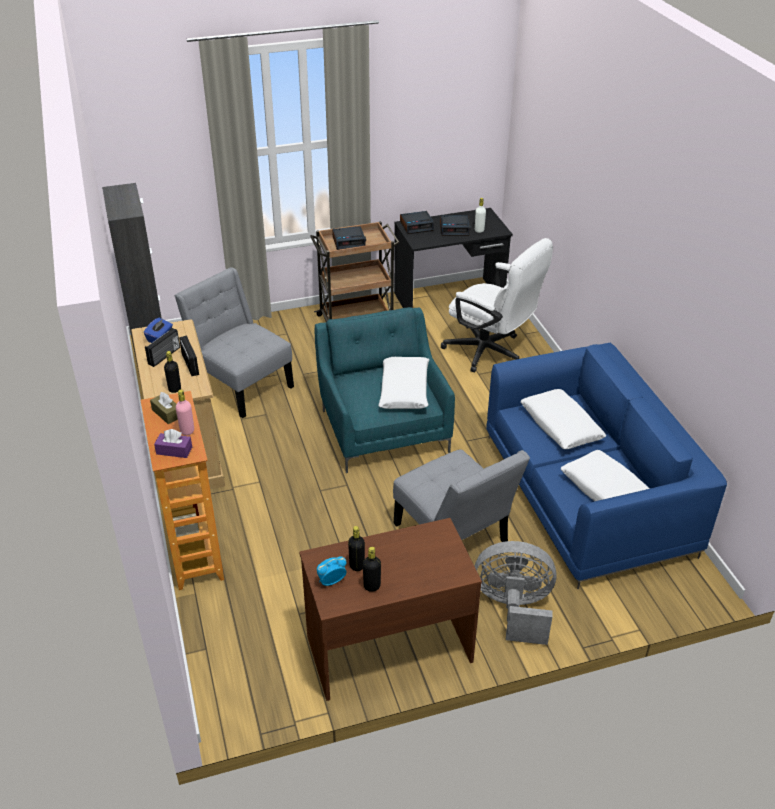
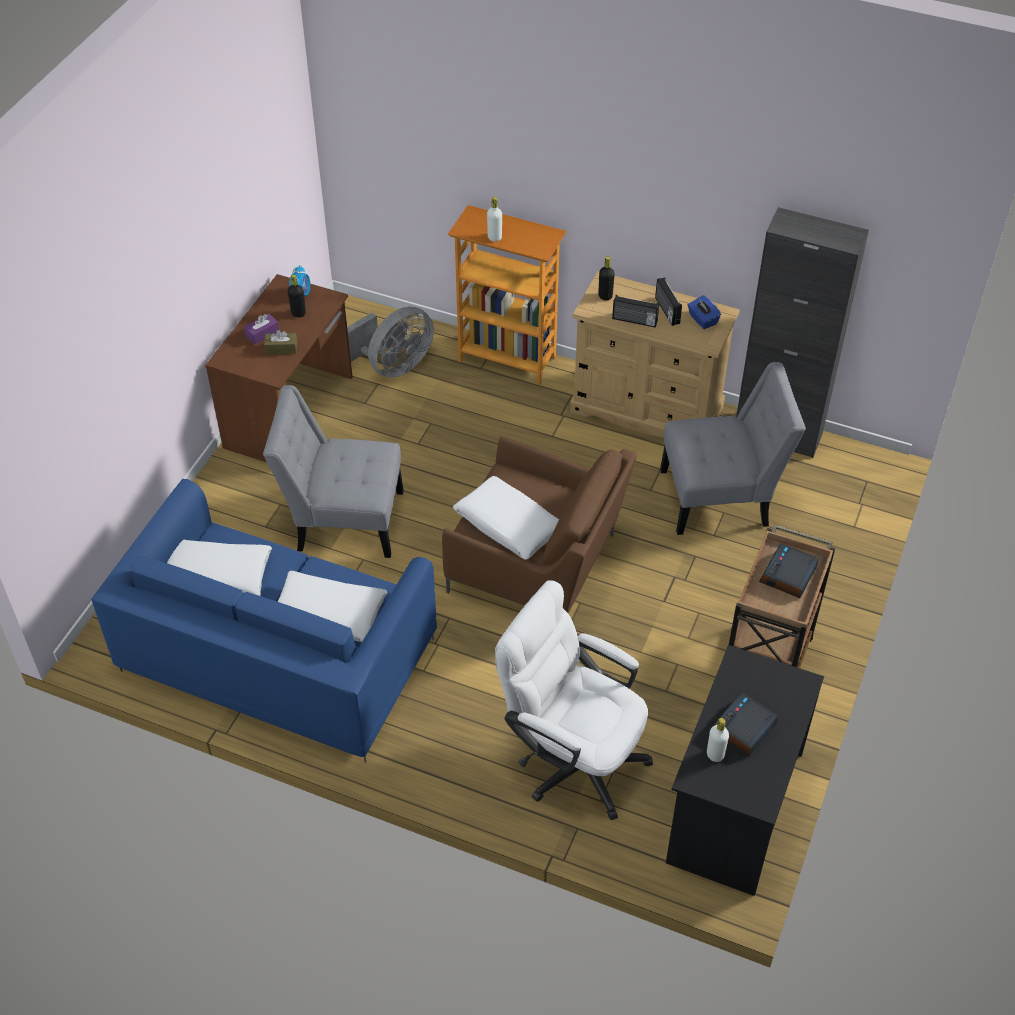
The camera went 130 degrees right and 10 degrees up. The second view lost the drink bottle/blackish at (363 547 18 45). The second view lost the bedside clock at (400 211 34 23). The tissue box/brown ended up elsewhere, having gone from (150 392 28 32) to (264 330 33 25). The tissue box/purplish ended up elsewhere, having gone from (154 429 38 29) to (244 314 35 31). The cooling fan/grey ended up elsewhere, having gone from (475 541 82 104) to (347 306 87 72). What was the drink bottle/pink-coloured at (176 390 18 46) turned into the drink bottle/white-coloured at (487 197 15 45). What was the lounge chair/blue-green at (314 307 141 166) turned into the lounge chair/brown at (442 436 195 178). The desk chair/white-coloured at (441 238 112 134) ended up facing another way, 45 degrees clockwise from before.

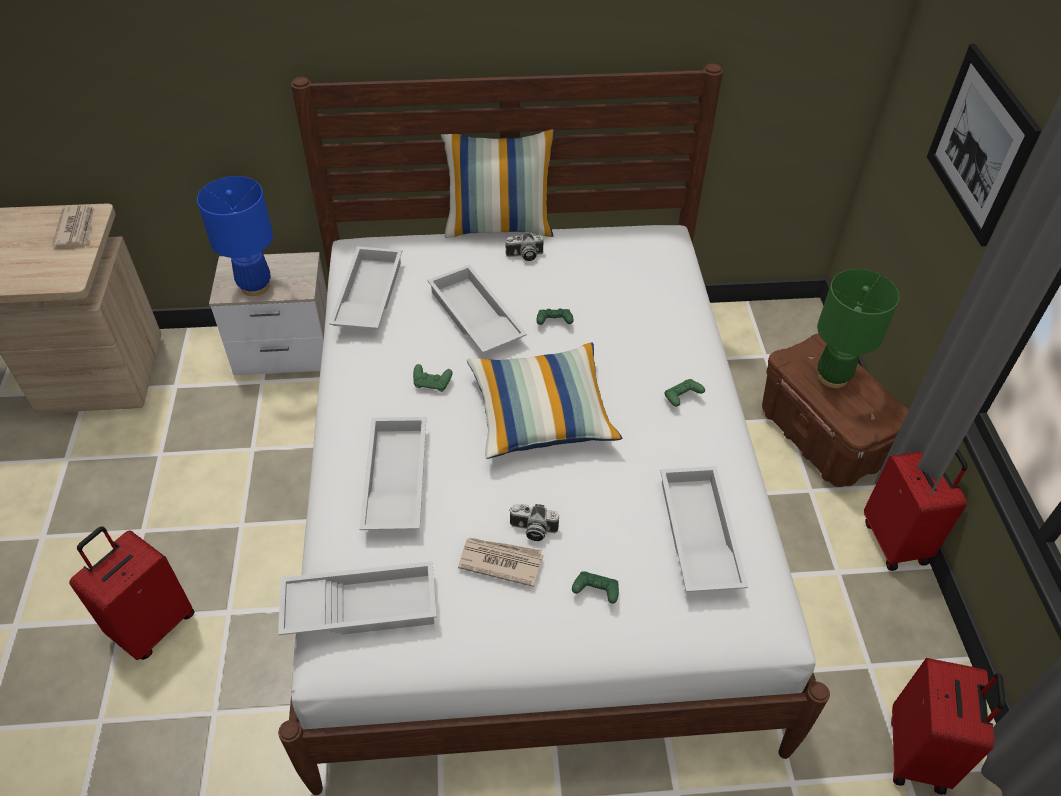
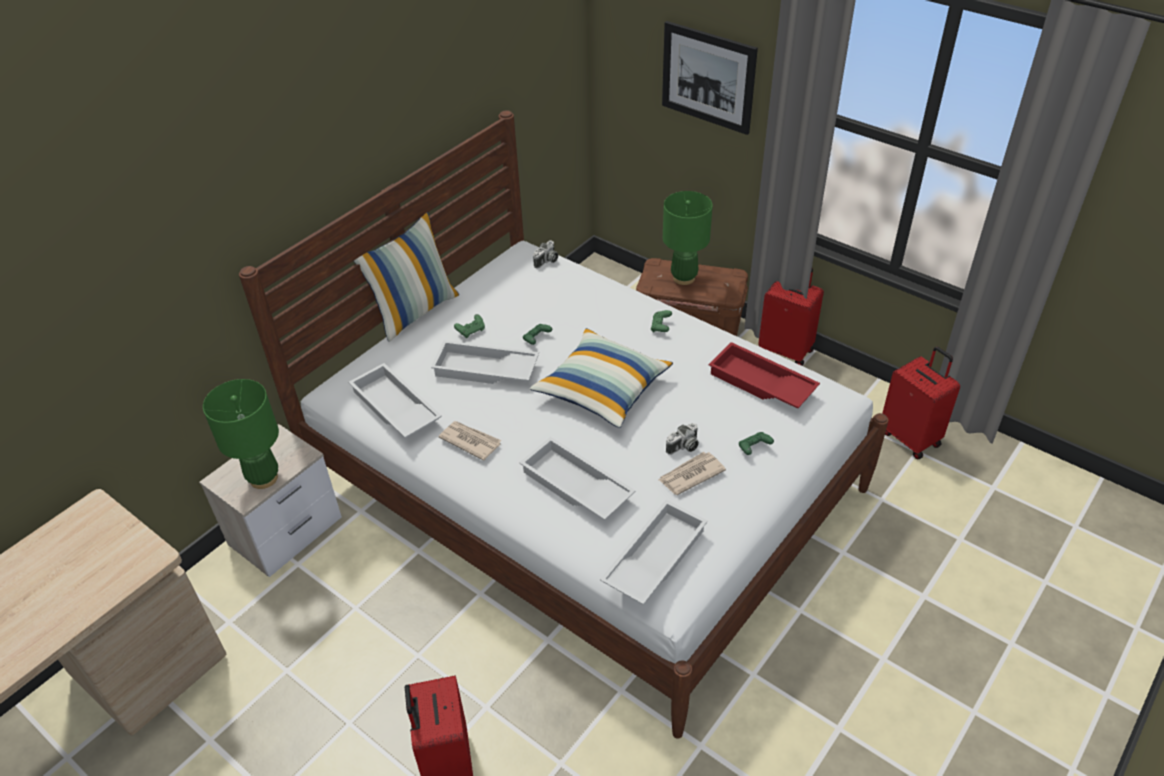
The camera went 45 degrees left and 5 degrees down. The daily paper ended up elsewhere, having gone from (52 205 43 42) to (439 421 63 39). The gamepad/green-coloured ended up elsewhere, having gone from (413 364 40 28) to (454 314 31 24). The photo camera ended up elsewhere, having gone from (505 233 39 28) to (533 240 25 29). What was the table lamp/blue-coloured at (197 176 76 120) turned into the table lamp/green-coloured at (203 379 76 110). What was the serving tray/white-coloured at (660 466 88 126) turned into the serving tray/red at (708 342 112 66).

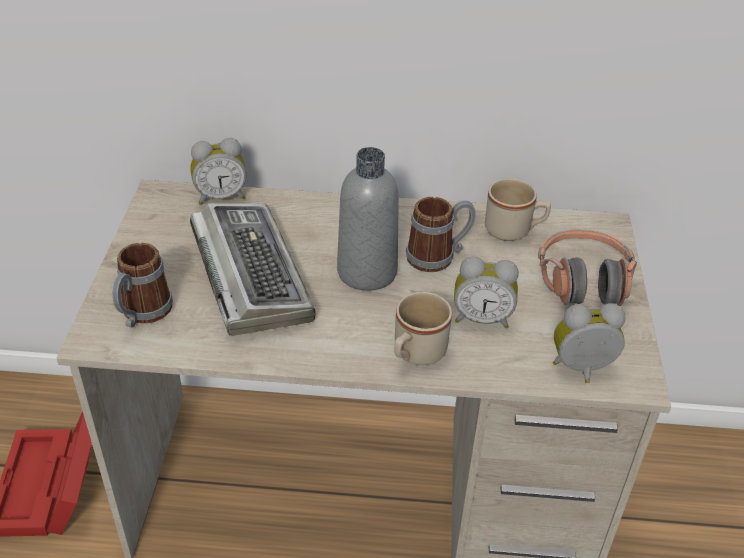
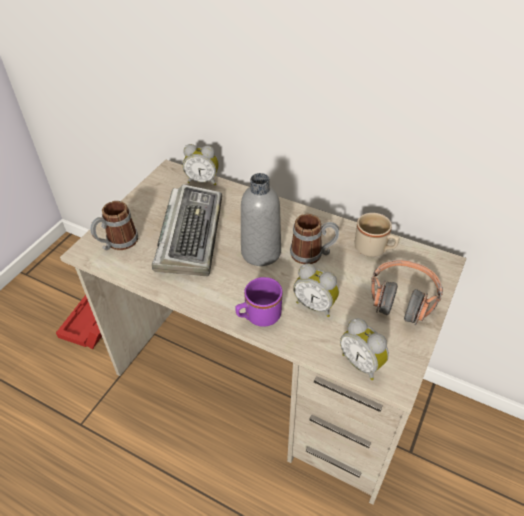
The camera went 25 degrees right and 5 degrees up. What was the tea mug/beige at (394 292 58 73) turned into the tea mug/purplish at (235 277 47 50). The bedside clock at (553 303 72 80) ended up facing another way, 150 degrees counterclockwise from before.

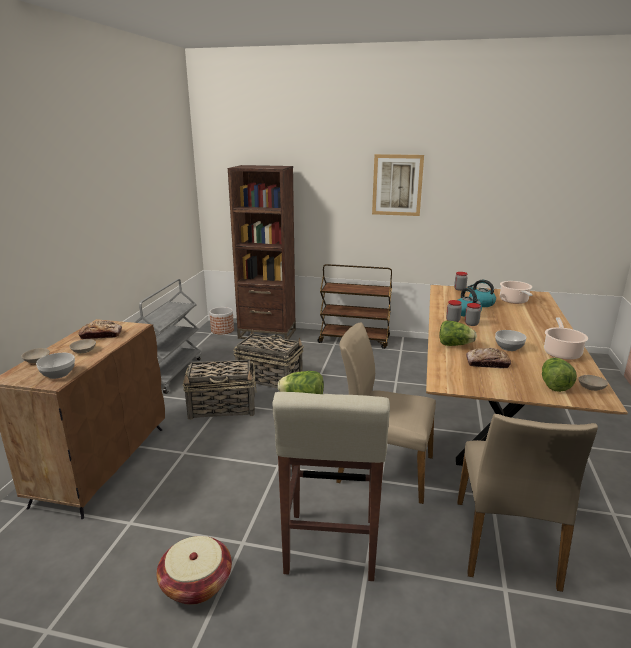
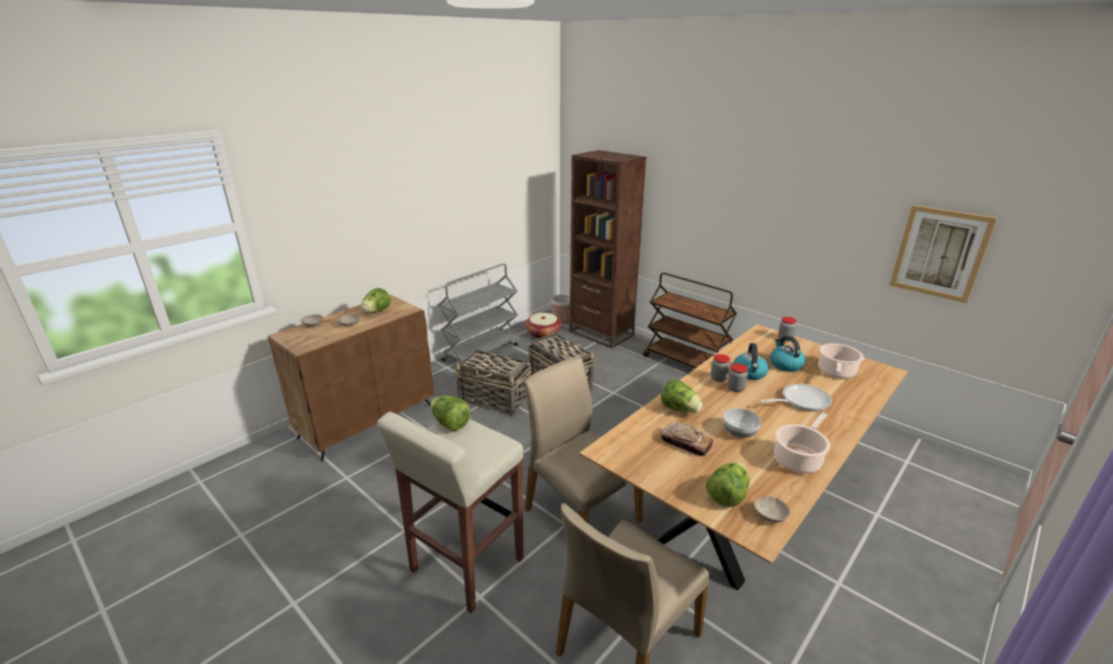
The camera went 30 degrees right and 5 degrees up. The second view lost the bowl at (36 353 39 26). The second view gained the pan at (760 384 72 28). The household basket ended up elsewhere, having gone from (157 536 75 69) to (525 313 36 26). The wall picture ended up elsewhere, having gone from (372 154 52 62) to (889 205 108 98). Where the baked bread stood at (78 320 44 19), the lettuce head came to stand at (361 288 30 25).

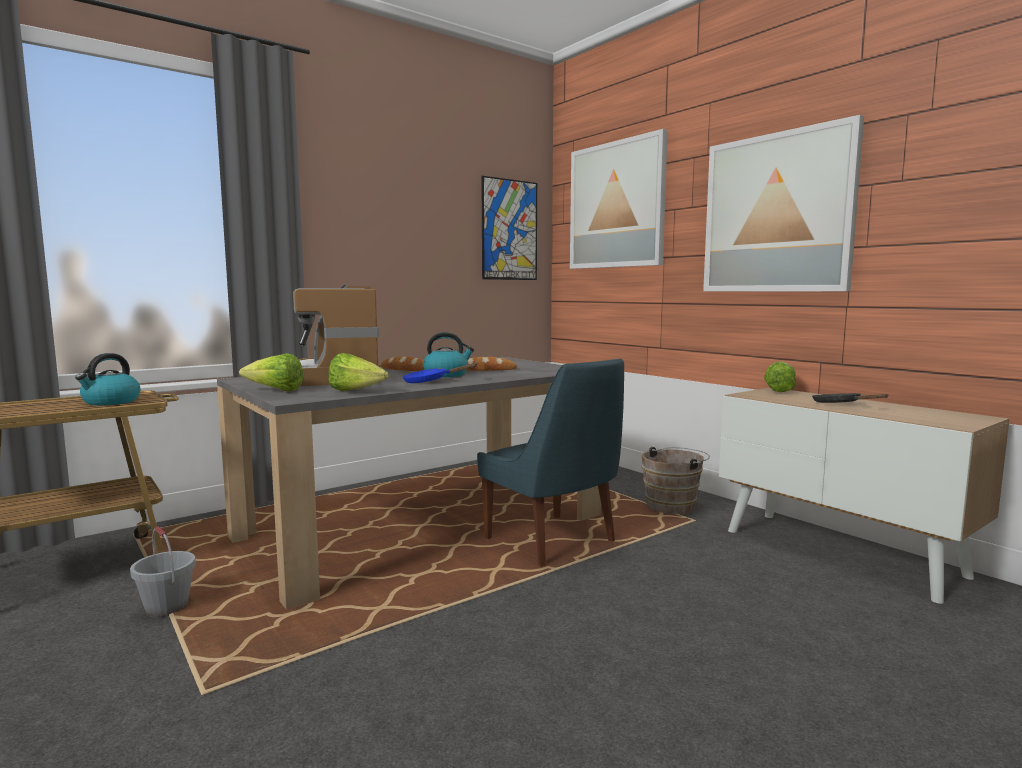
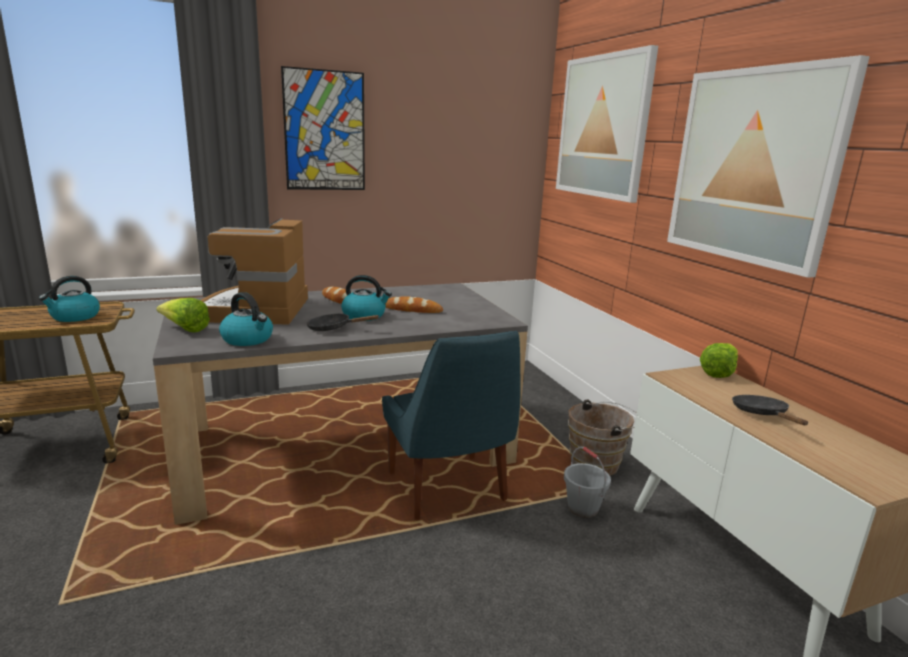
The camera went 15 degrees right and 10 degrees up. The bucket/grey ended up elsewhere, having gone from (130 526 66 91) to (564 447 47 71). The wall picture ended up elsewhere, having gone from (481 176 56 104) to (281 66 84 124). Where the lettuce head stood at (329 353 60 38), the water kettle came to stand at (219 292 54 54). What was the pan/blue-coloured at (402 363 75 20) turned into the pan/blackish at (306 314 73 17).

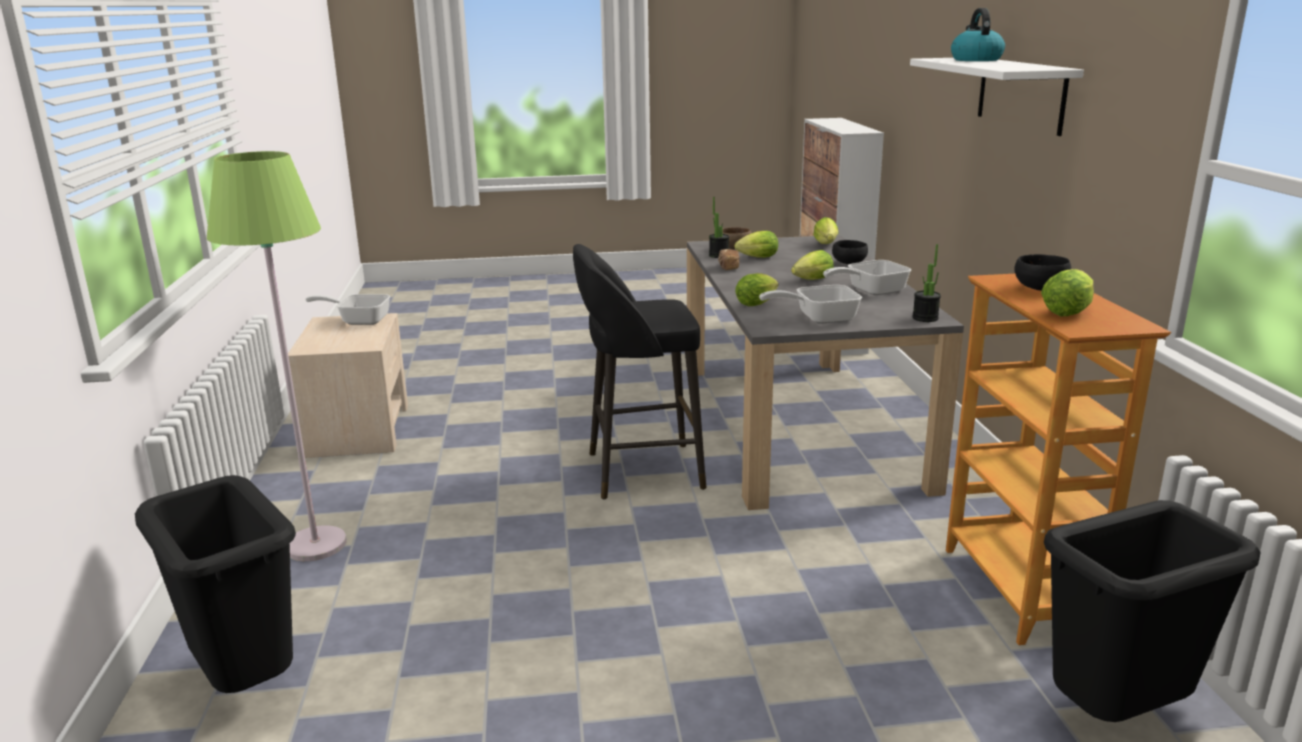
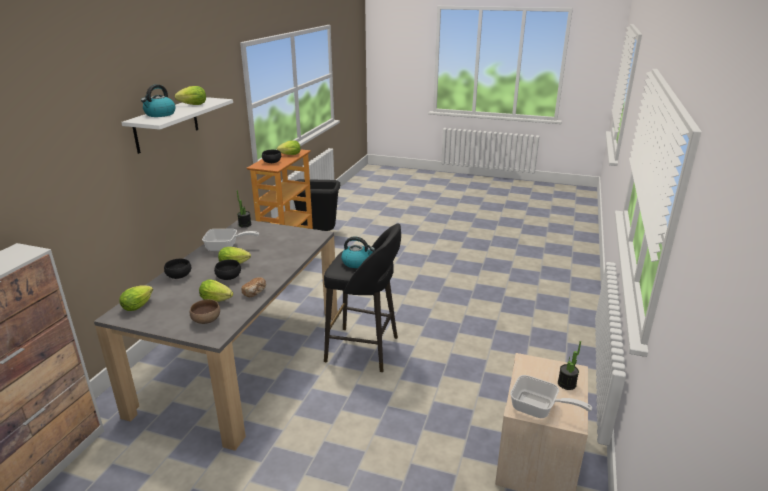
The camera went 155 degrees left and 5 degrees up. The second view lost the trash can/blackish at (135 475 161 218). The second view lost the standard lamp/green-coloured at (207 151 140 410). The second view lost the pan at (759 285 103 39). The second view gained the bowl/blackish at (214 259 27 21). The second view gained the water kettle at (341 236 34 32). The potted plant ended up elsewhere, having gone from (709 197 20 61) to (558 341 23 49). The lettuce head ended up elsewhere, having gone from (735 273 43 33) to (174 86 32 19).

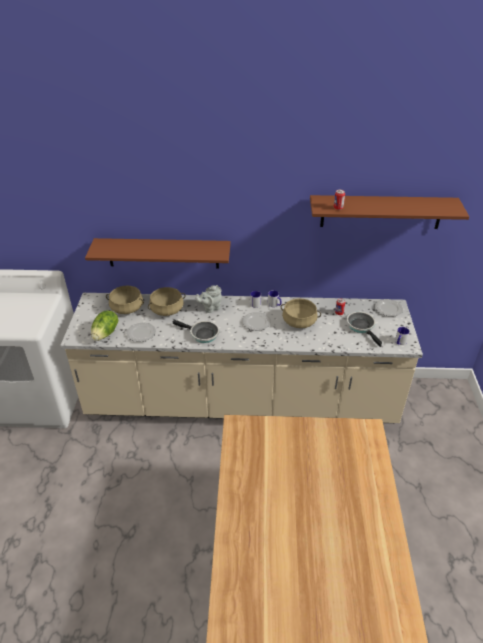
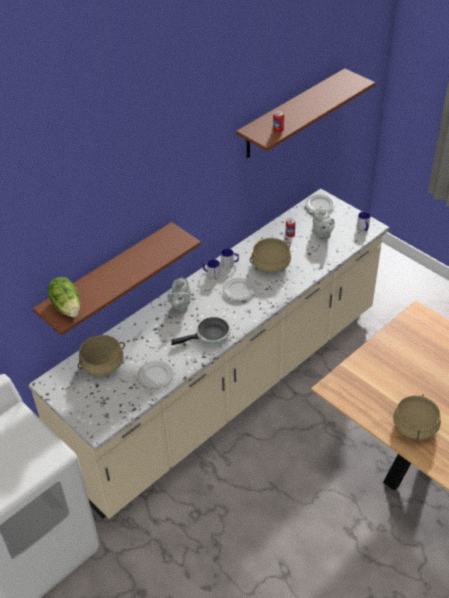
The camera went 45 degrees left and 5 degrees up. The lettuce head ended up elsewhere, having gone from (91 310 27 31) to (48 277 32 40). The cooking pot/beige ended up elsewhere, having gone from (148 287 37 29) to (393 394 48 46). Where the pan stood at (347 312 35 35), the pot for tea/grey came to stand at (313 206 22 33).

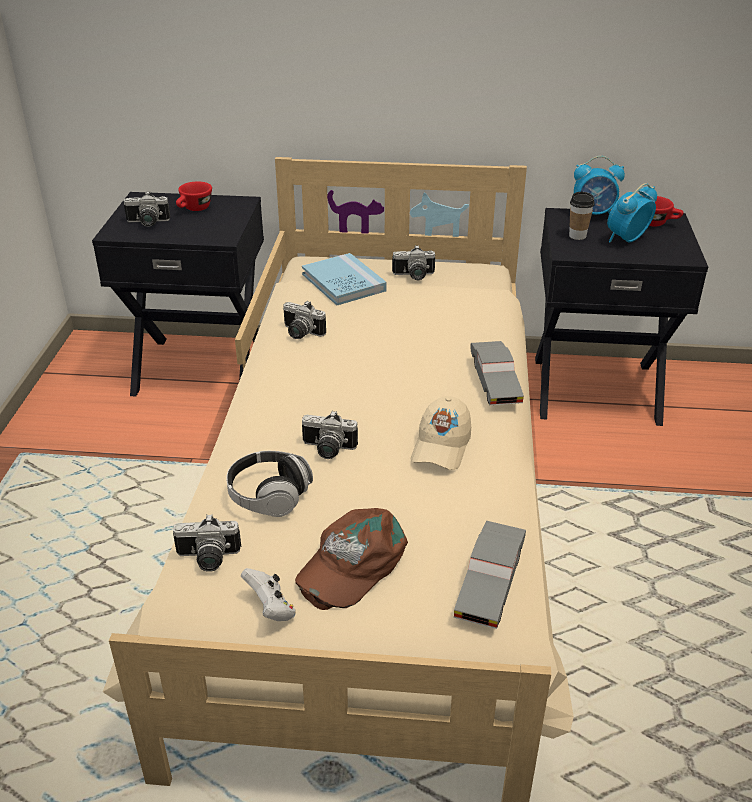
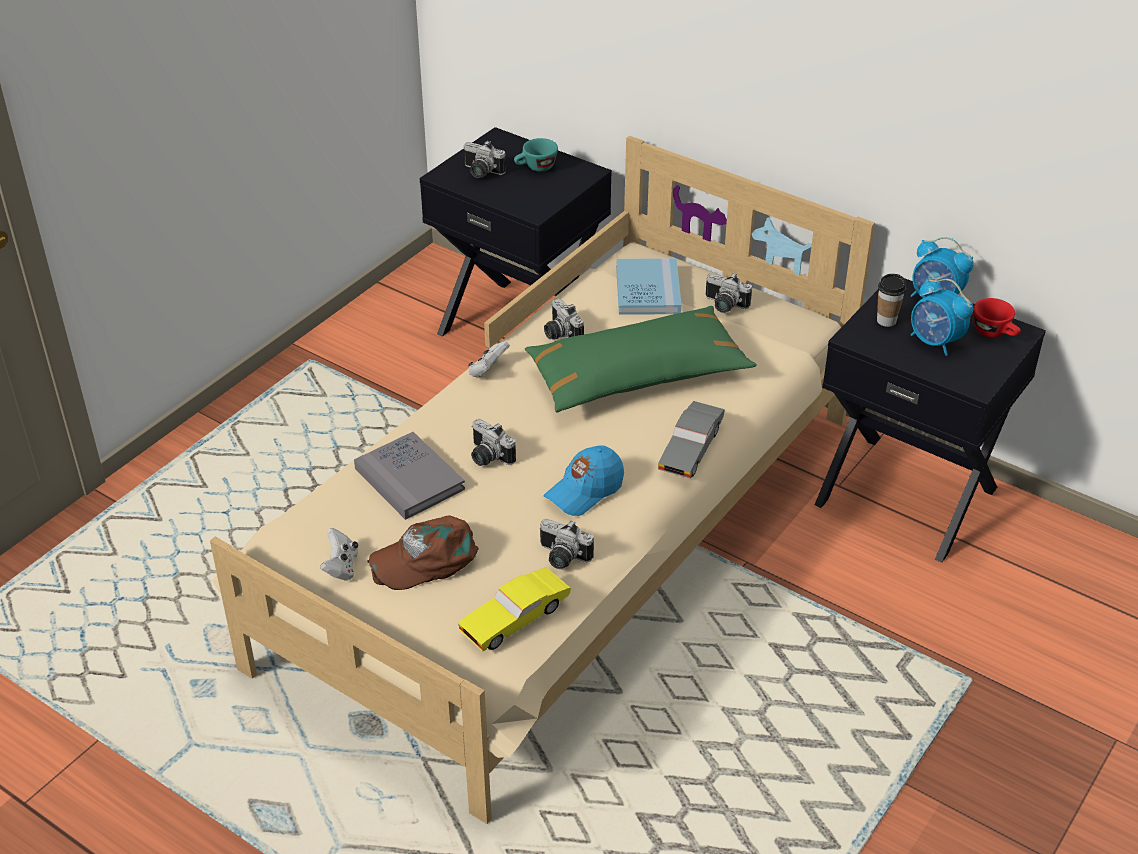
The camera went 30 degrees right and 5 degrees up. The second view gained the gamepad/white-coloured at (468 341 42 36). The second view gained the throw pillow/green-coloured at (525 306 231 106). The photo camera ended up elsewhere, having gone from (173 514 68 58) to (540 519 54 50). Where the pair of headphones stood at (226 451 87 66), the bound book/grey came to stand at (354 432 111 88). What was the small cup/red at (176 181 36 30) turned into the small cup/blue-green at (514 138 44 34). What was the baseball cap/beige at (411 396 60 74) turned into the baseball cap/blue-coloured at (543 445 81 71). What was the toy car/grey at (453 521 73 108) turned into the toy car/yellow-coloured at (458 567 113 84). The bedside clock at (607 183 50 60) ended up facing another way, 120 degrees counterclockwise from before.

